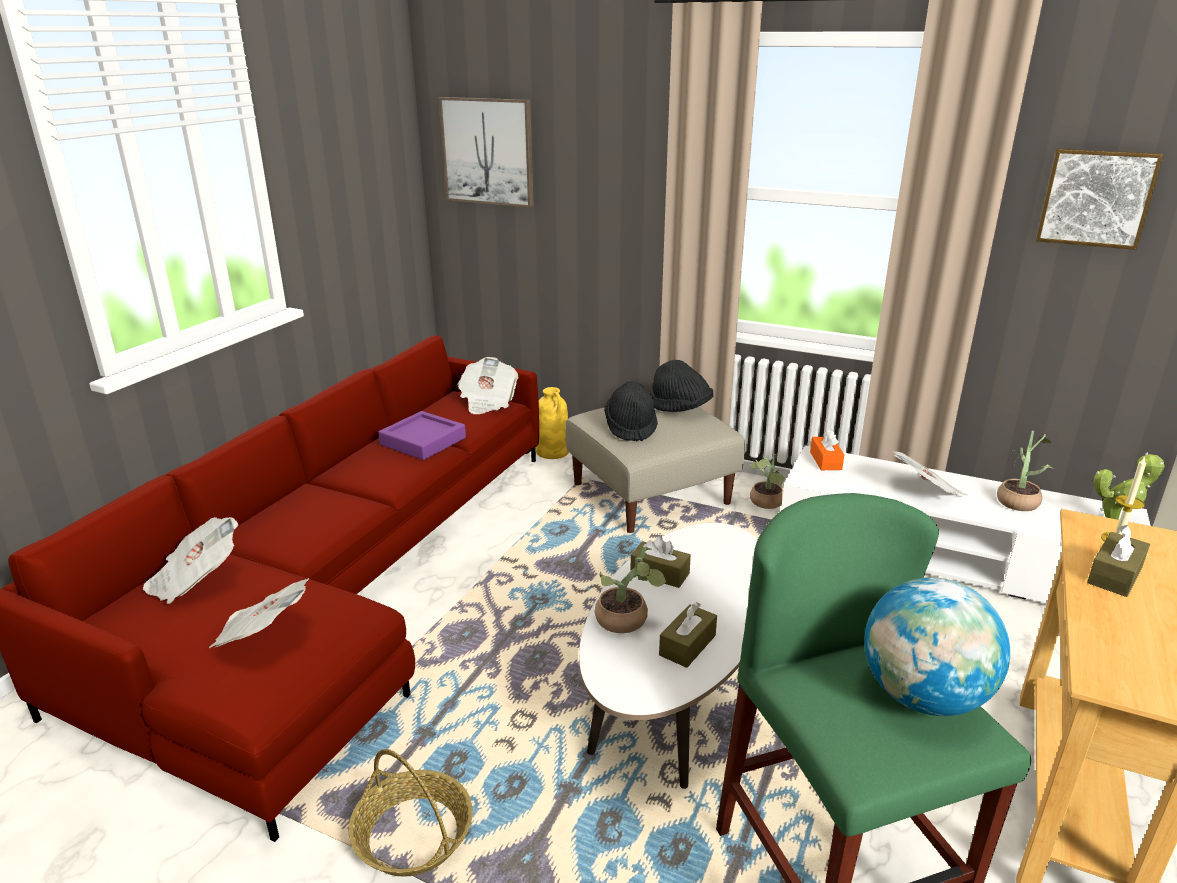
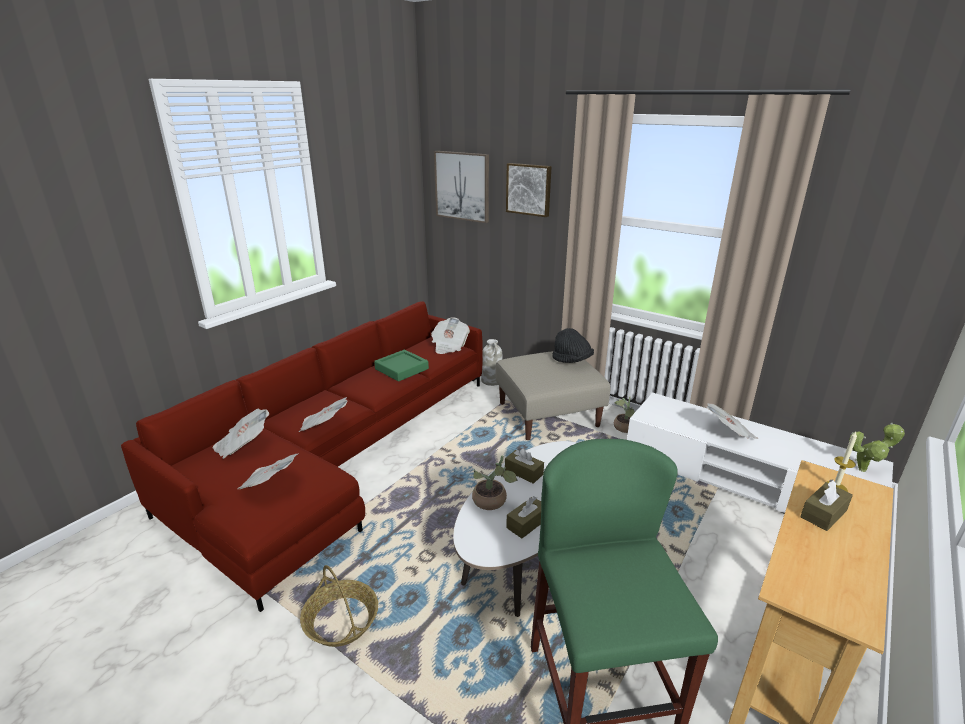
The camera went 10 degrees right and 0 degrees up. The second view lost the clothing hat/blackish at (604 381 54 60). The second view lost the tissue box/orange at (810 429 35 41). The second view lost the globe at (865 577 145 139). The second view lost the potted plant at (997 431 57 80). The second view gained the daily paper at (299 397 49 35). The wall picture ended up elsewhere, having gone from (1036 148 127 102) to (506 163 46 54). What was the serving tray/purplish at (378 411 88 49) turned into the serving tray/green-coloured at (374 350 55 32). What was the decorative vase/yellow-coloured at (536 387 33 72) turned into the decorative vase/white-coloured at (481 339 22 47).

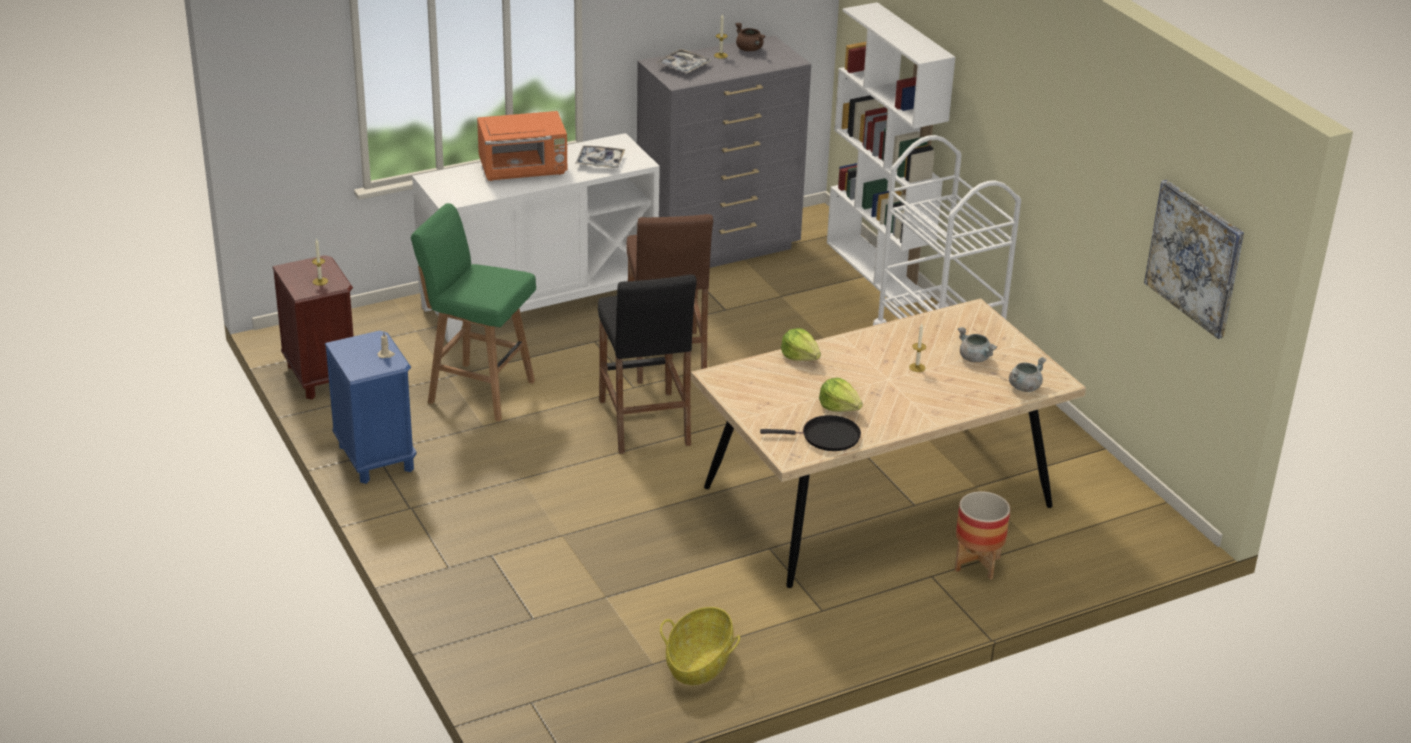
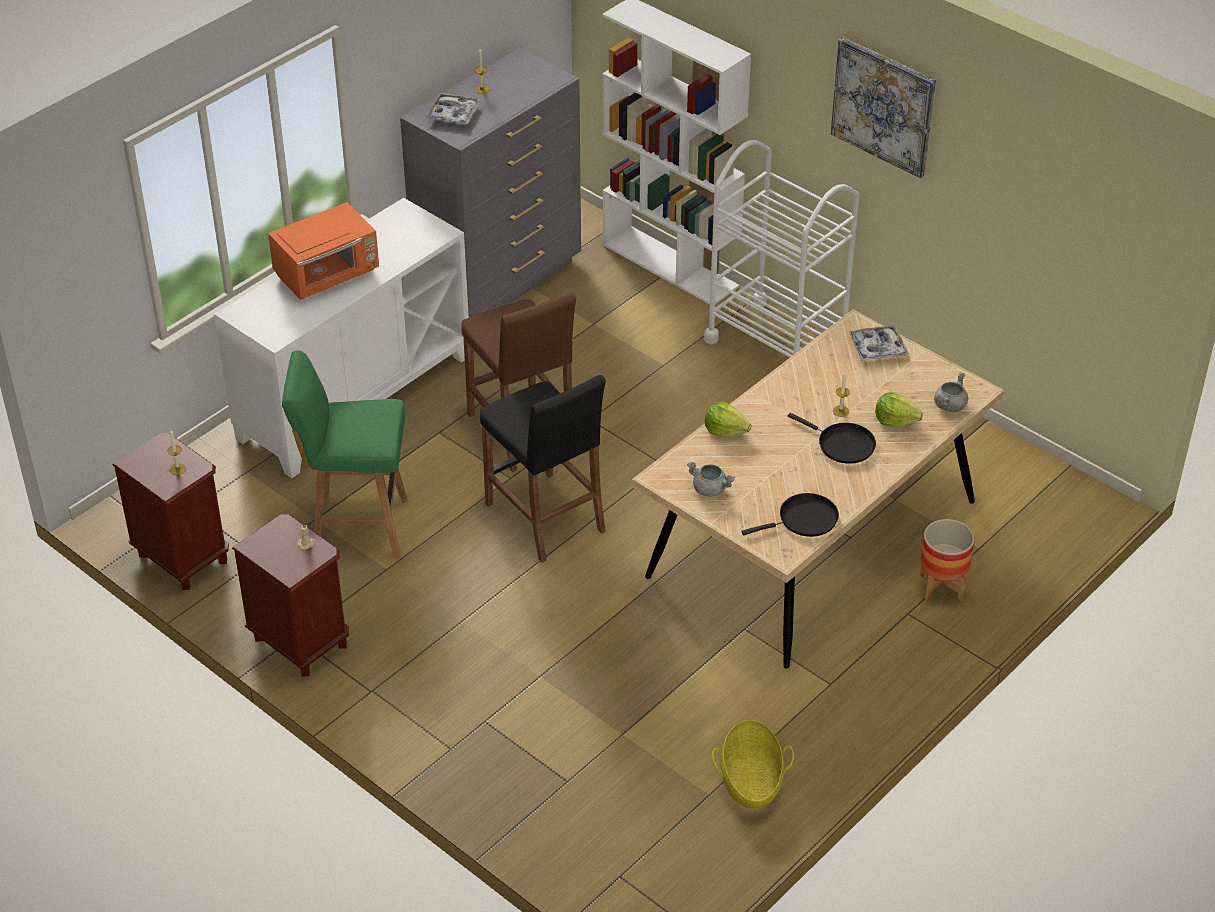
The camera went 20 degrees left and 10 degrees up. The second view lost the cooking pot/brown at (735 23 31 28). The second view gained the pan/blackish at (788 413 88 51). The serving tray ended up elsewhere, having gone from (575 146 51 22) to (849 325 60 36). The lettuce head ended up elsewhere, having gone from (819 378 44 34) to (875 392 48 35). The cooking pot/grey ended up elsewhere, having gone from (958 327 39 35) to (687 462 48 35). The wall picture ended up elsewhere, having gone from (1144 180 100 159) to (831 37 105 141). What was the night table/blue-coloured at (325 331 92 153) turned into the night table/brown at (232 514 117 163).

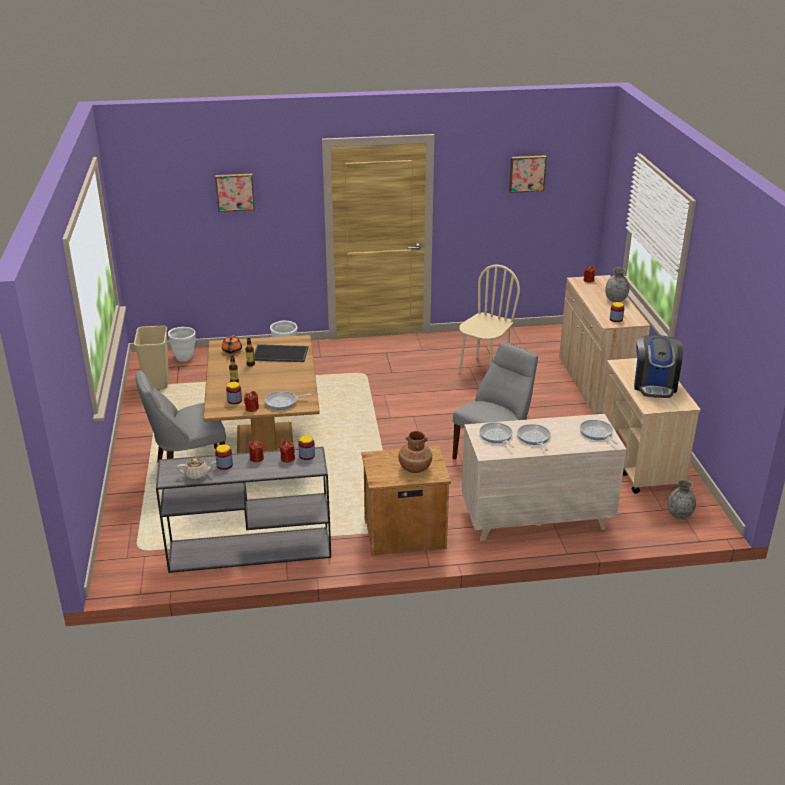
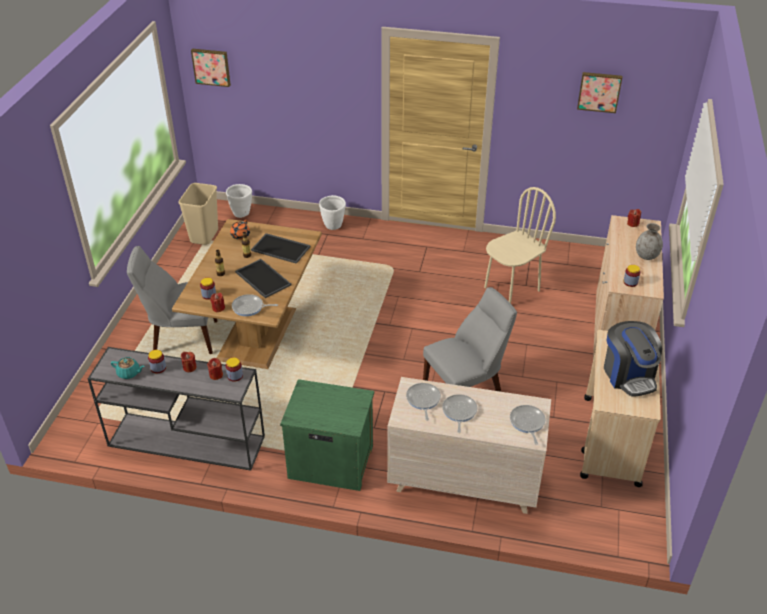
The camera went 20 degrees right and 10 degrees up. The second view lost the decorative vase/brown at (398 431 34 42). The second view lost the decorative vase/grey at (668 480 28 39). The second view gained the serving tray at (235 259 56 39). The wall picture ended up elsewhere, having gone from (215 174 40 38) to (191 49 40 38). What was the pot for tea/beige at (177 458 40 22) turned into the pot for tea/blue-green at (111 357 34 22). What was the night table/brown at (362 446 89 109) turned into the night table/green-coloured at (280 379 94 112). The coffee machine at (634 335 49 63) ended up facing another way, 45 degrees counterclockwise from before.

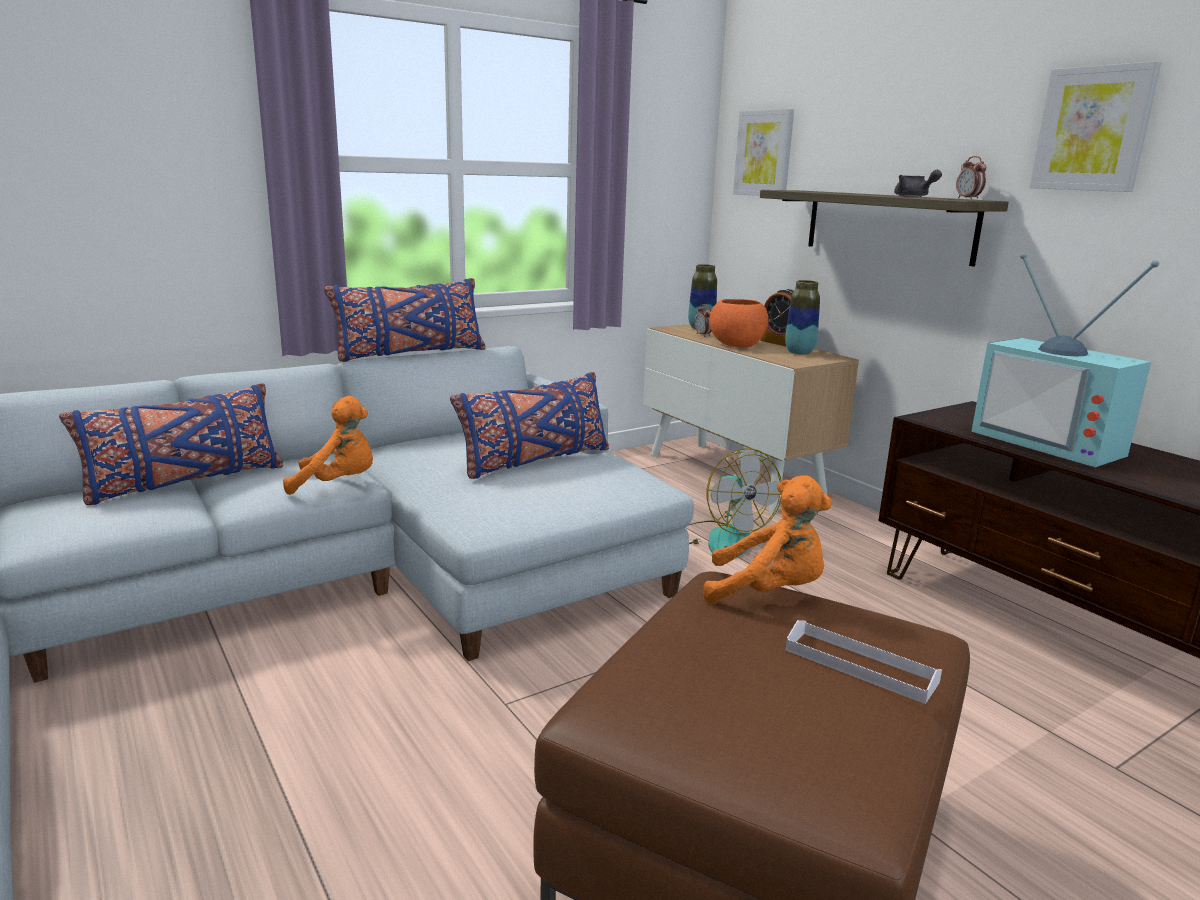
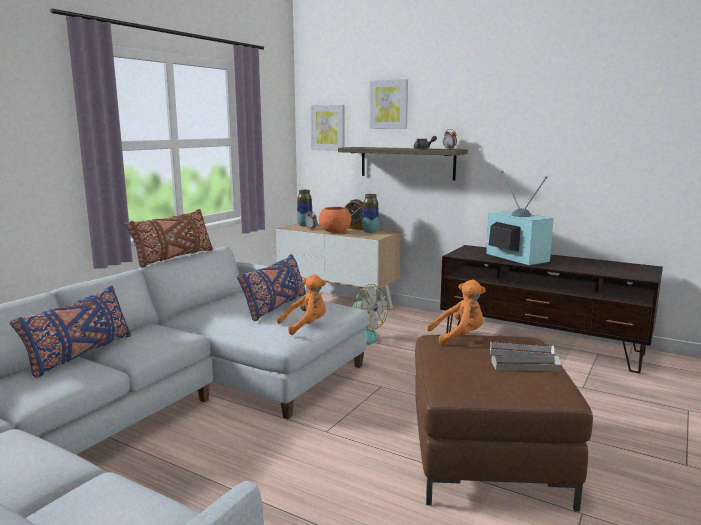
The camera went 25 degrees left and 5 degrees down. The second view gained the serving tray/grey at (491 355 71 16). The cuddly toy/orange ended up elsewhere, having gone from (283 396 90 99) to (277 274 49 61). The wall picture ended up elsewhere, having gone from (1029 61 133 131) to (369 79 39 50). What was the throw pillow/blue-coloured at (324 278 162 84) turned into the throw pillow/brown at (125 209 88 58). The TV at (971 253 188 215) ended up facing another way, 150 degrees counterclockwise from before.

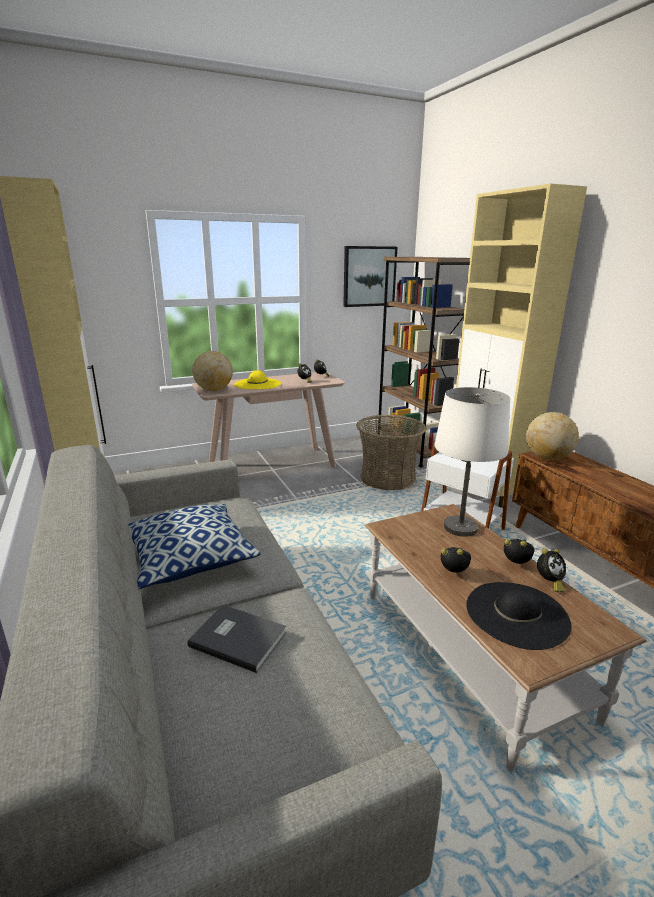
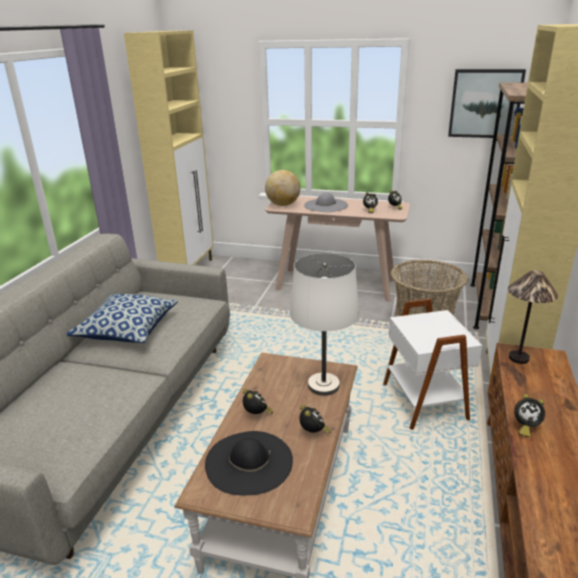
The camera went 40 degrees right and 5 degrees up. The second view lost the bound book/grey at (188 605 98 68). The bedside clock ended up elsewhere, having gone from (537 549 29 43) to (514 394 31 43). Where the globe stood at (526 412 53 48), the table lamp came to stand at (508 270 50 94). What was the clothing hat/yellow-coloured at (234 370 47 19) turned into the clothing hat/grey at (304 193 44 19).

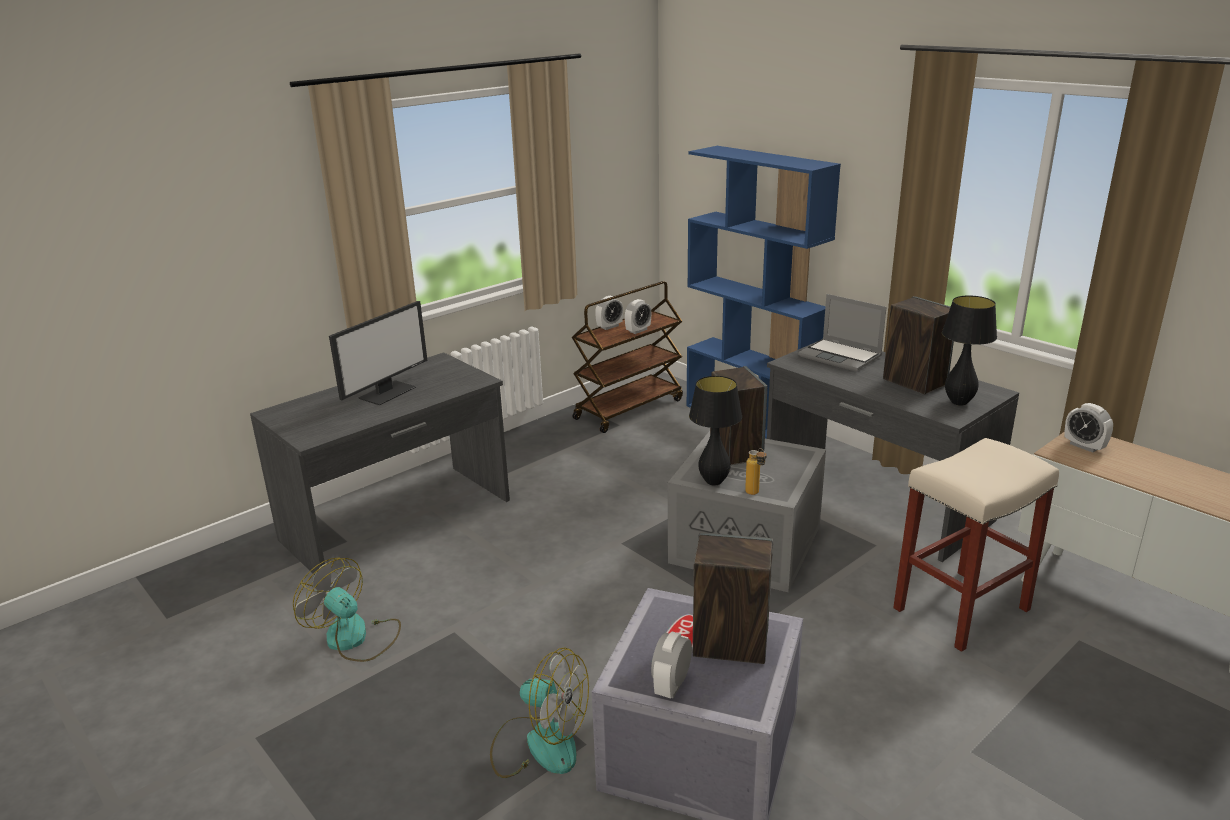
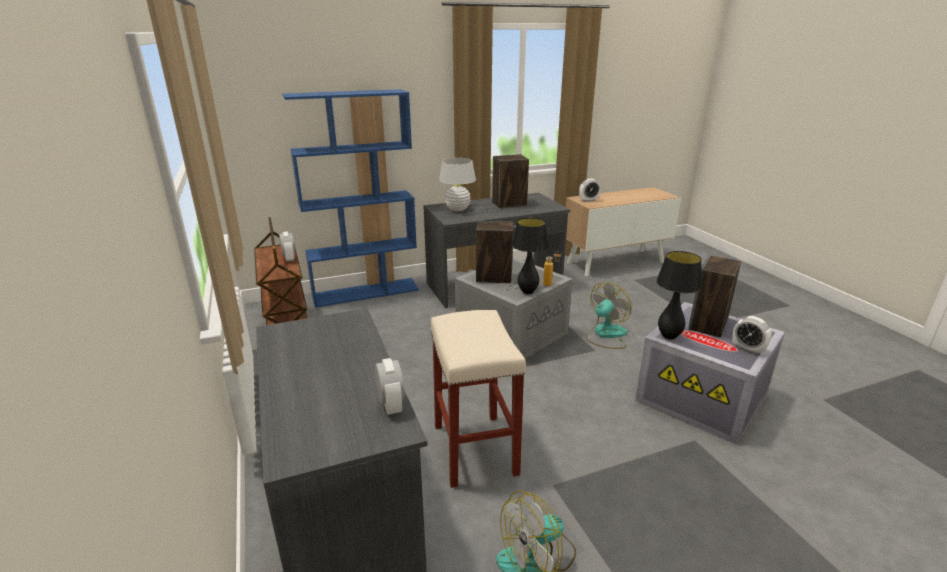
The camera went 70 degrees left and 0 degrees up. The second view lost the computer display at (329 301 99 104). The cooling fan ended up elsewhere, having gone from (490 647 99 131) to (586 282 46 67). The bedside clock ended up elsewhere, having gone from (595 296 28 34) to (375 358 29 57). The sitting stool/beige ended up elsewhere, having gone from (893 438 166 214) to (430 310 96 178). The table lamp/blackish ended up elsewhere, having gone from (942 296 55 110) to (656 251 46 89). Where the notebook computer stood at (798 294 89 78), the table lamp/white-coloured came to stand at (439 158 37 53).

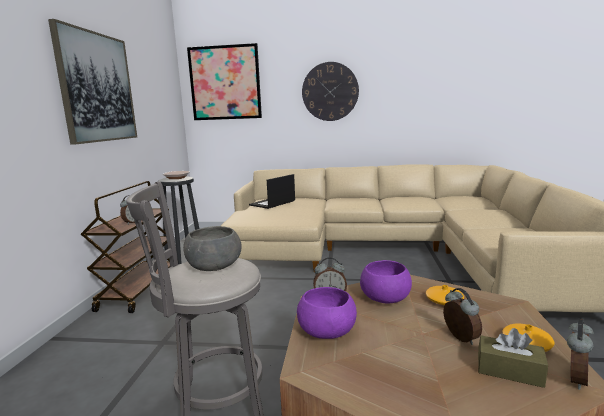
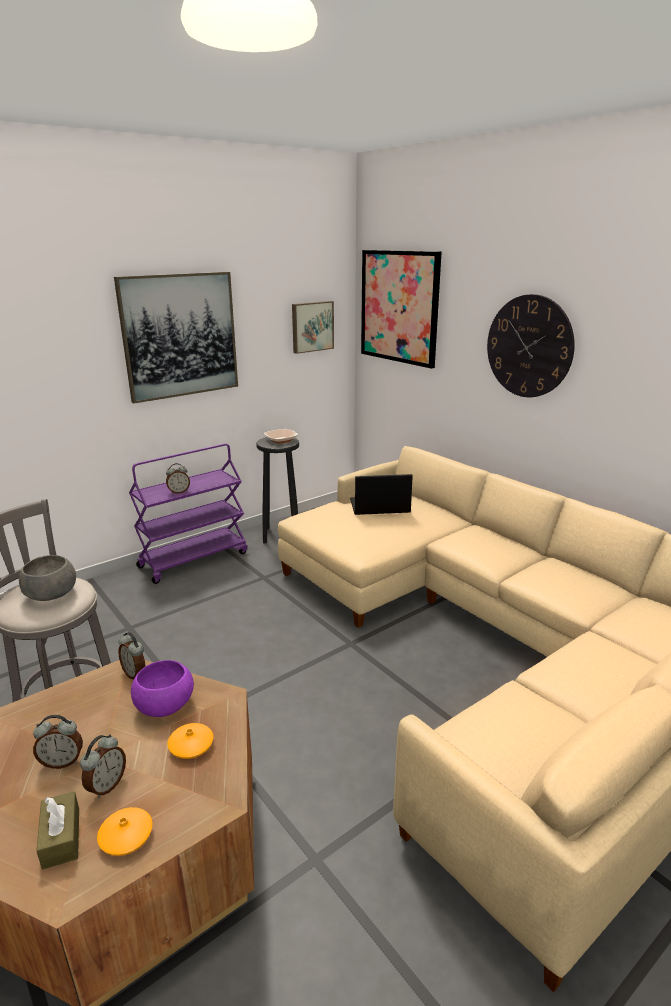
The camera went 45 degrees right and 10 degrees up. The second view lost the bowl/purplish at (297 287 60 52). The second view gained the wall picture at (292 301 42 53). The bedside clock ended up elsewhere, having gone from (567 318 27 72) to (33 715 50 54). What was the trolley/brown at (81 181 89 132) turned into the trolley/purplish at (129 443 118 141).

